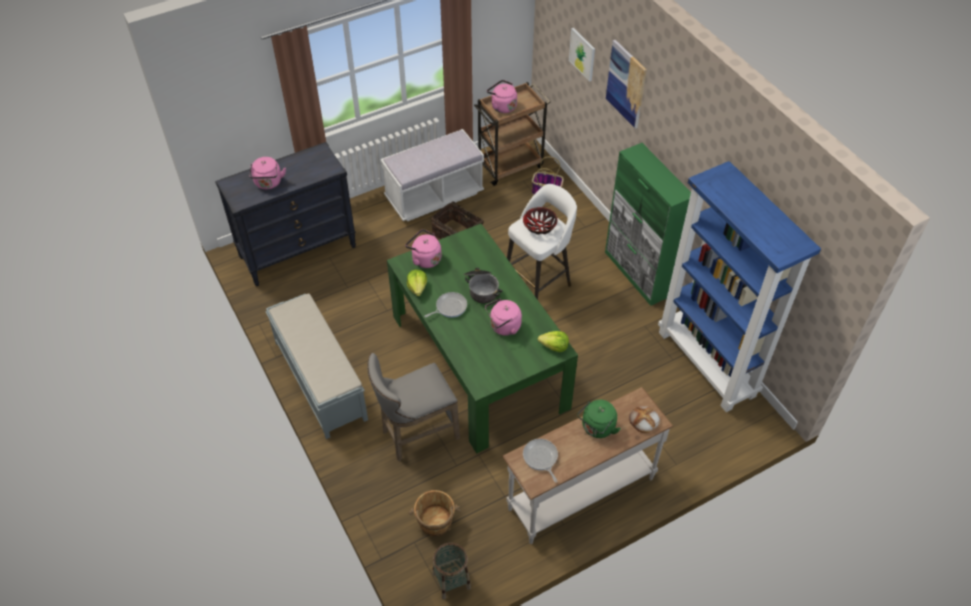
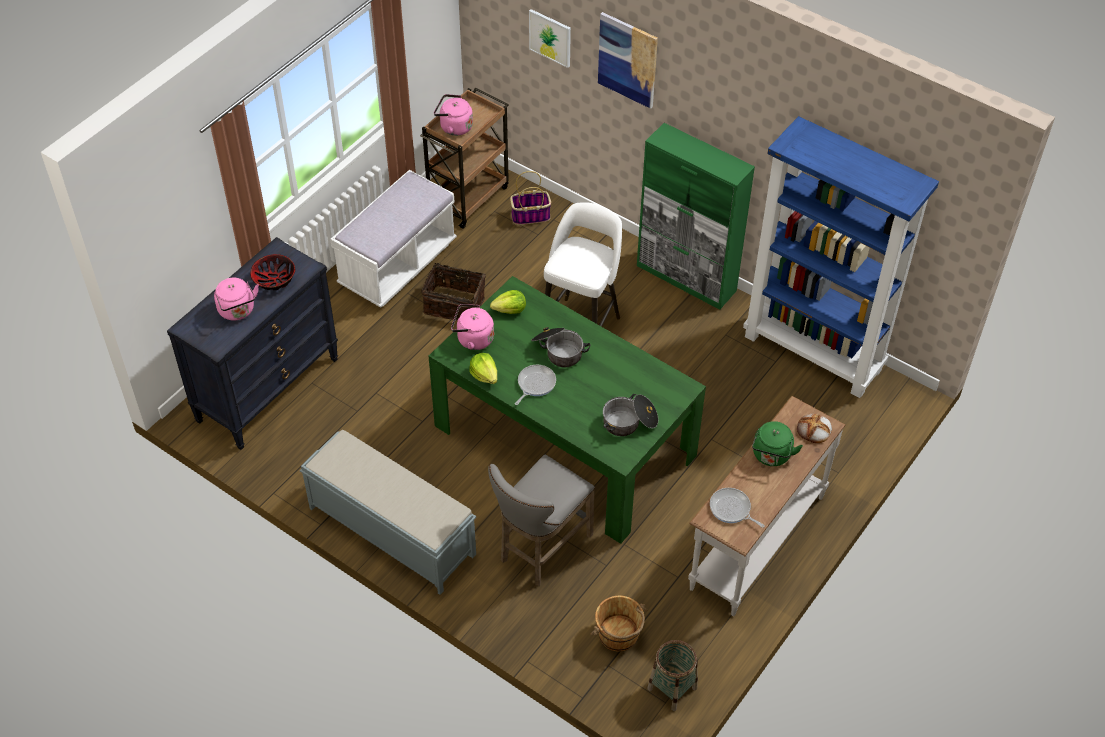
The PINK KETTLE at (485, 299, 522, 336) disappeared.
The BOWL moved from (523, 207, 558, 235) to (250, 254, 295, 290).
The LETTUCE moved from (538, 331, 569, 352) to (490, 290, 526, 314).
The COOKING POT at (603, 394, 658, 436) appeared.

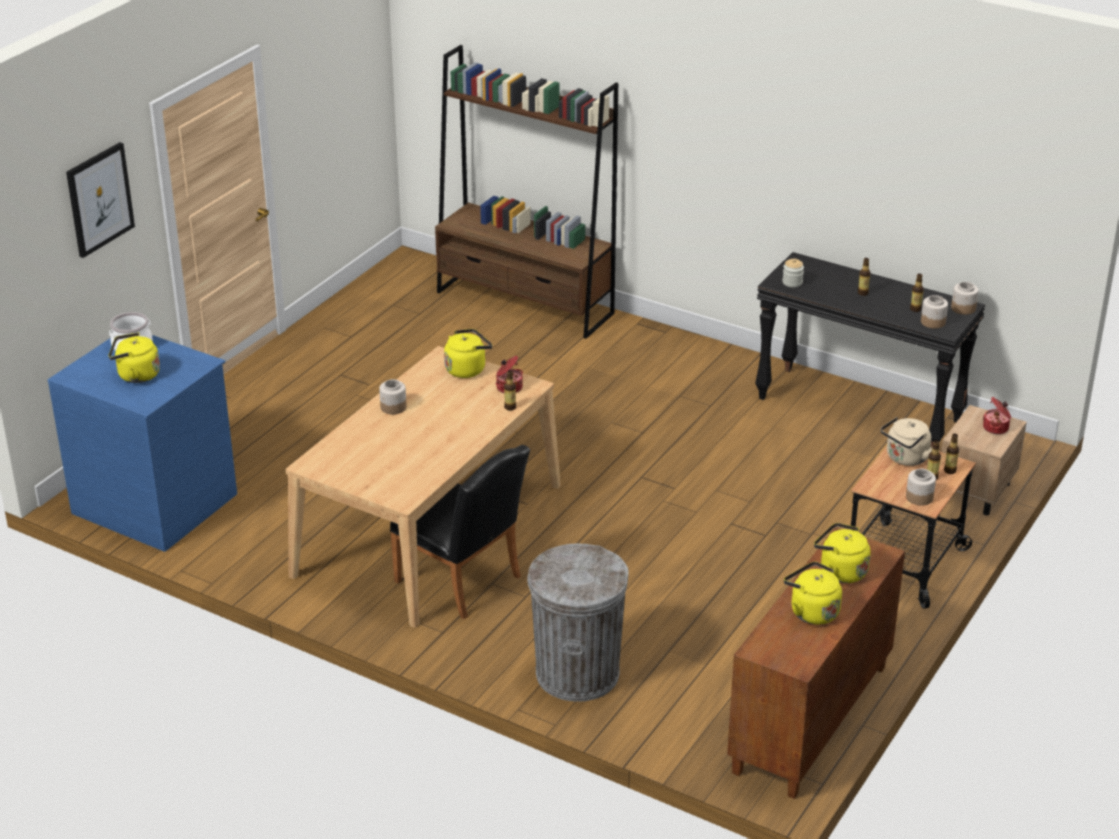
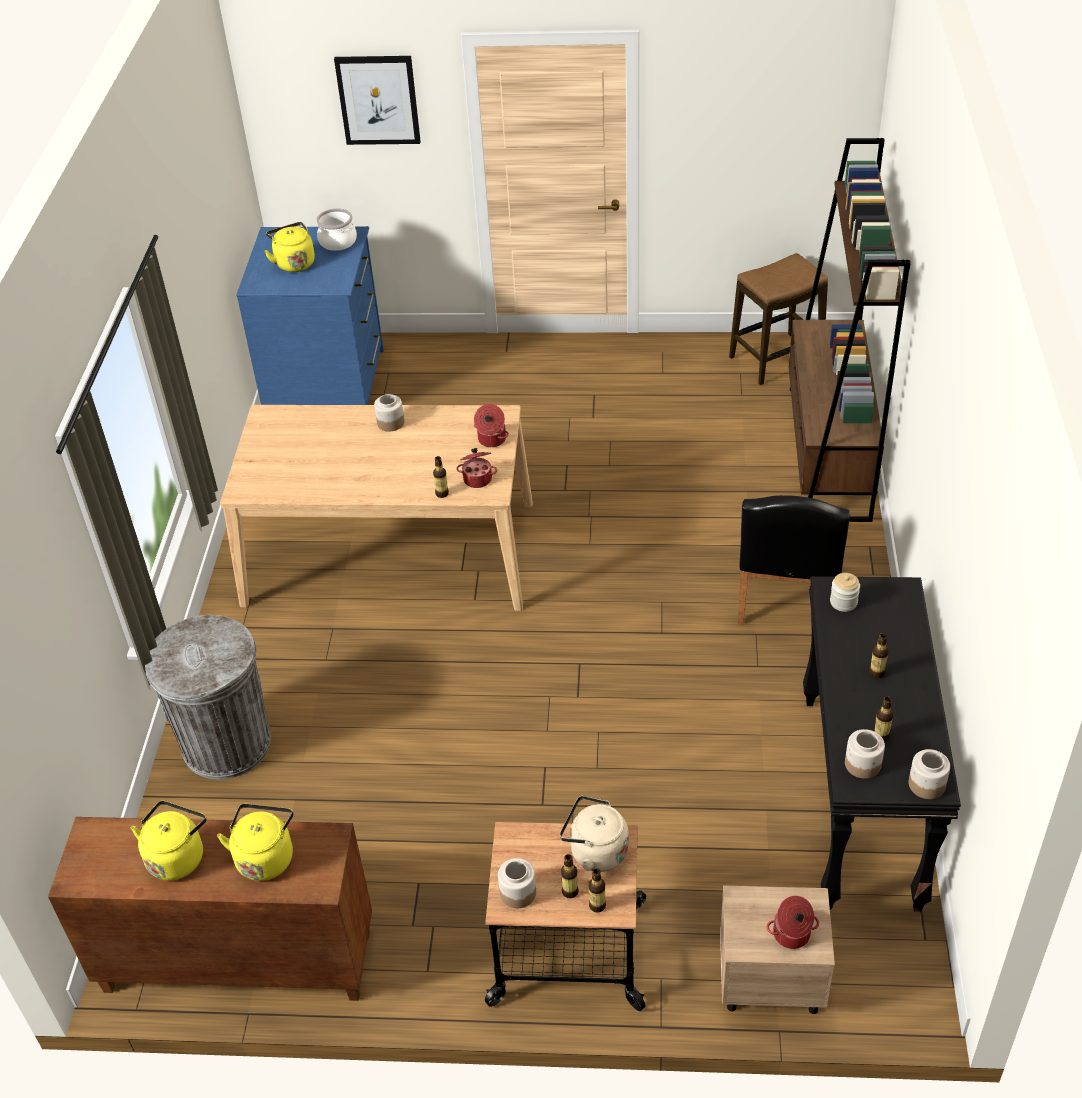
The BLACK CHAIR moved from (390, 445, 530, 619) to (738, 495, 850, 625).
The YELLOW KETTLE at (444, 329, 492, 378) was replaced by the COOKING POT at (474, 404, 509, 447).
The STOOL at (729, 253, 828, 385) appeared.

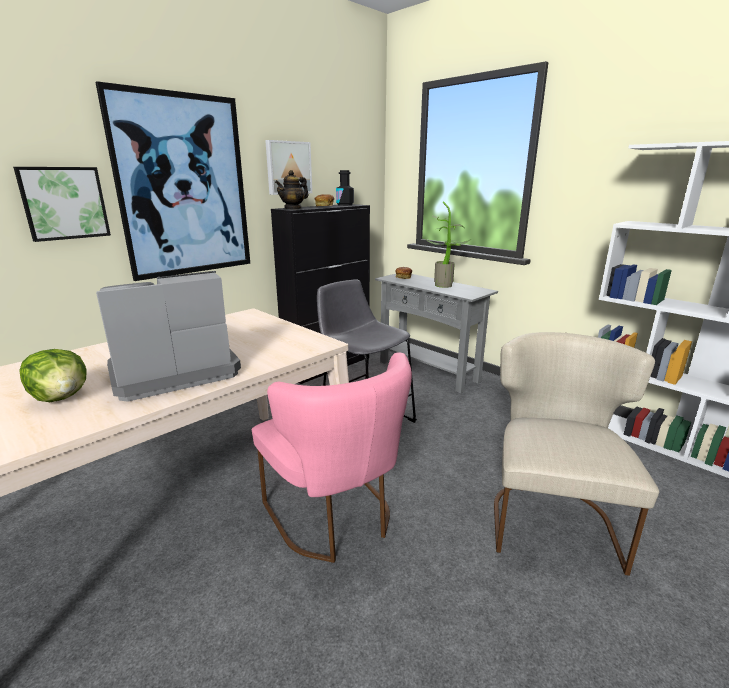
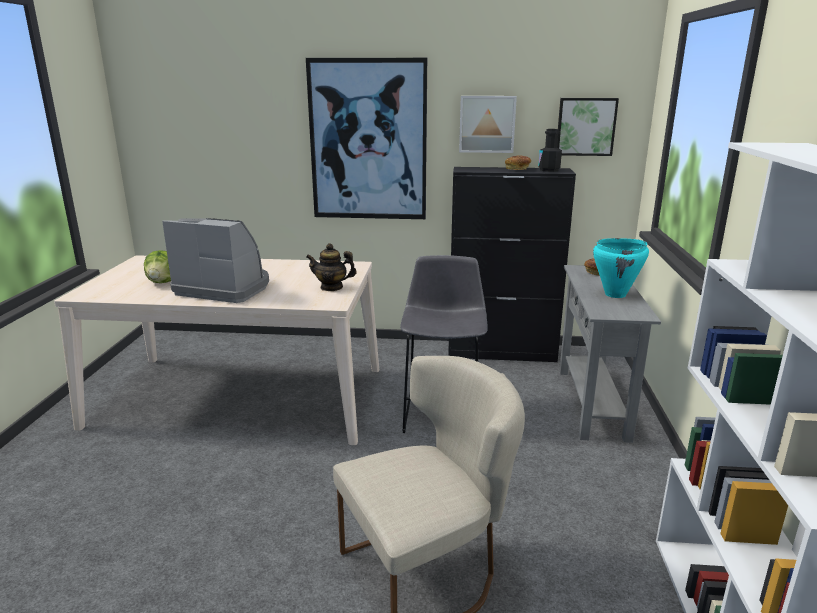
The PICTURE moved from (13, 167, 111, 242) to (557, 98, 619, 156).
The PINK CHAIR at (251, 352, 412, 563) disappeared.
The TEAPOT moved from (275, 170, 309, 209) to (306, 243, 357, 291).
The POTTED PLANT at (426, 202, 471, 288) was replaced by the TURQUOISE COOKING POT at (593, 238, 649, 298).

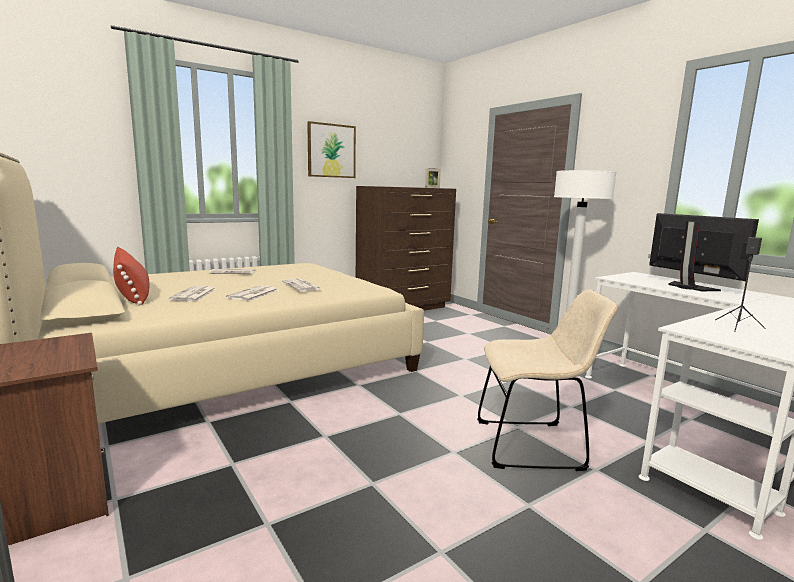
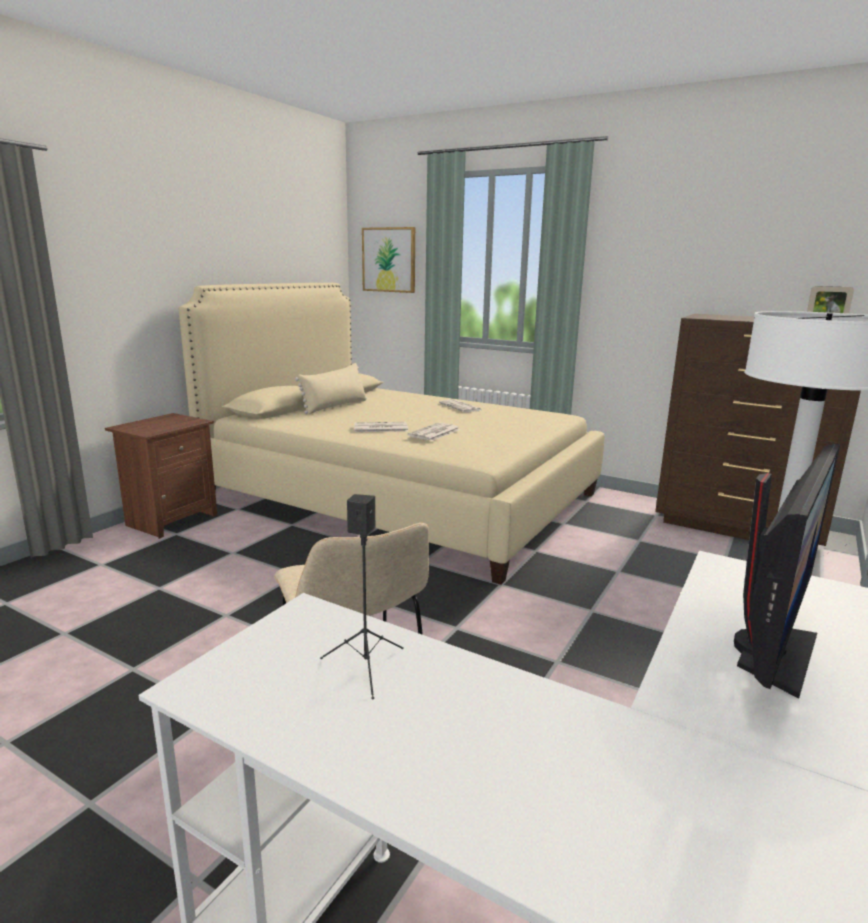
The RED PILLOW at (113, 247, 150, 305) became the BEIGE PILLOW at (295, 363, 367, 414).
The NEWSPAPER at (169, 286, 217, 301) disappeared.
The PICTURE moved from (307, 121, 356, 178) to (362, 227, 415, 293).

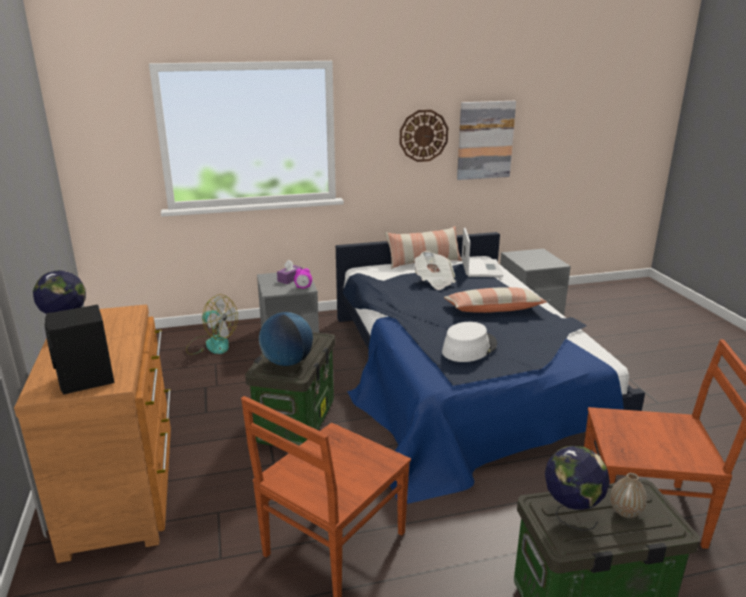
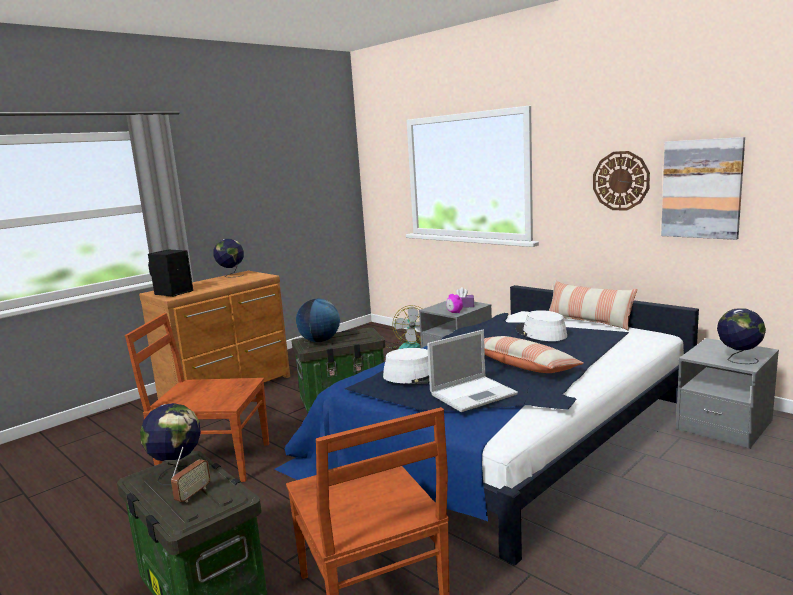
The NEWSPAPER at (414, 251, 456, 290) was replaced by the WHITE HAT at (516, 310, 567, 341).
The LAPTOP moved from (462, 228, 503, 277) to (427, 330, 518, 412).
The VASE at (610, 473, 647, 518) was replaced by the RADIO at (171, 447, 211, 502).
The GLOBE at (717, 308, 766, 364) appeared.

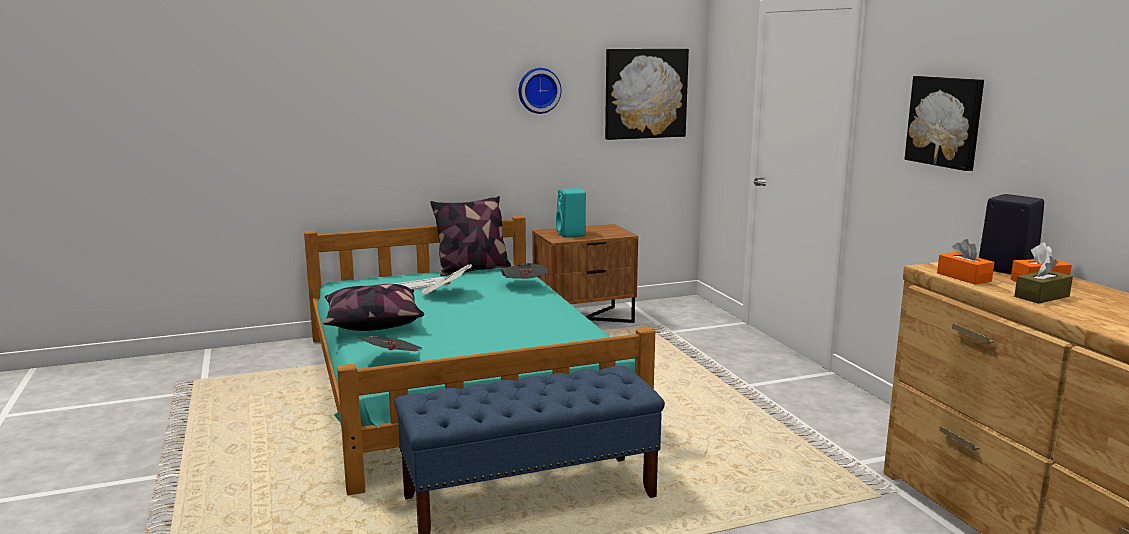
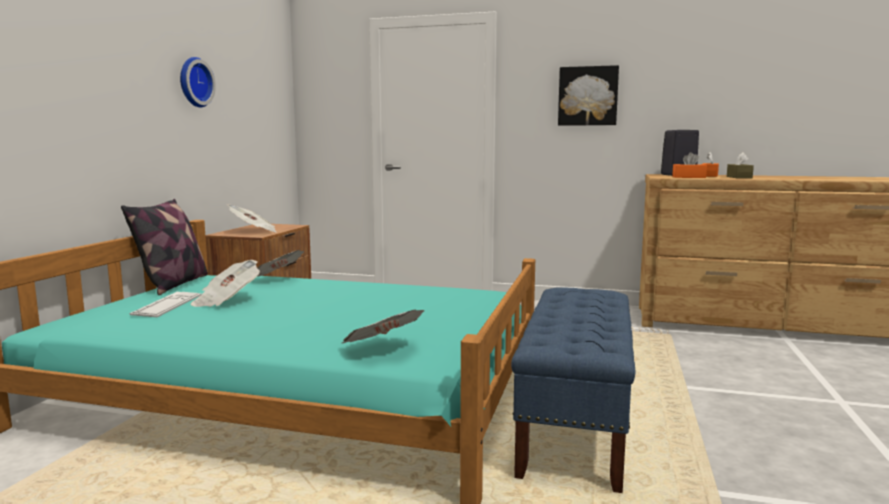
The PILLOW at (323, 284, 424, 331) disappeared.
The TURQUOISE SPEAKER at (556, 188, 586, 237) was replaced by the NEWSPAPER at (227, 204, 276, 232).
The PICTURE at (605, 49, 689, 140) disappeared.

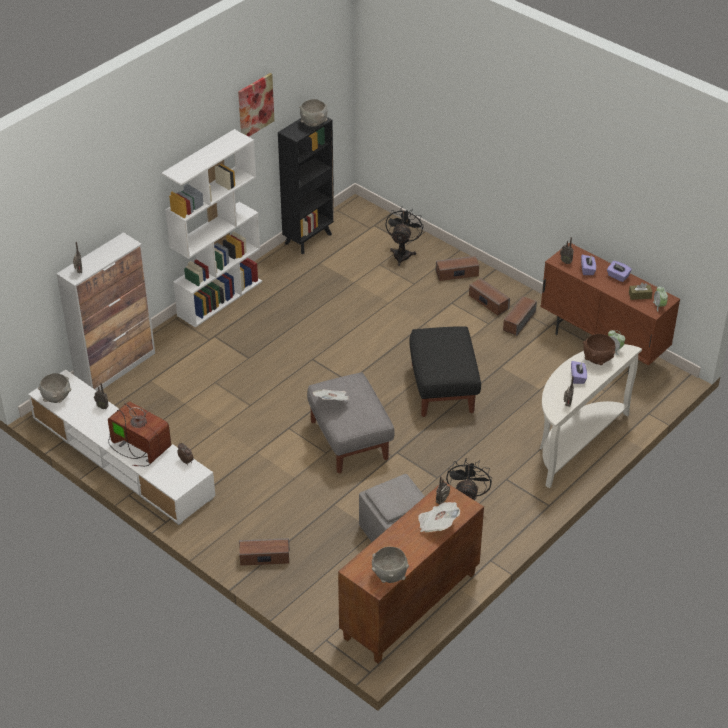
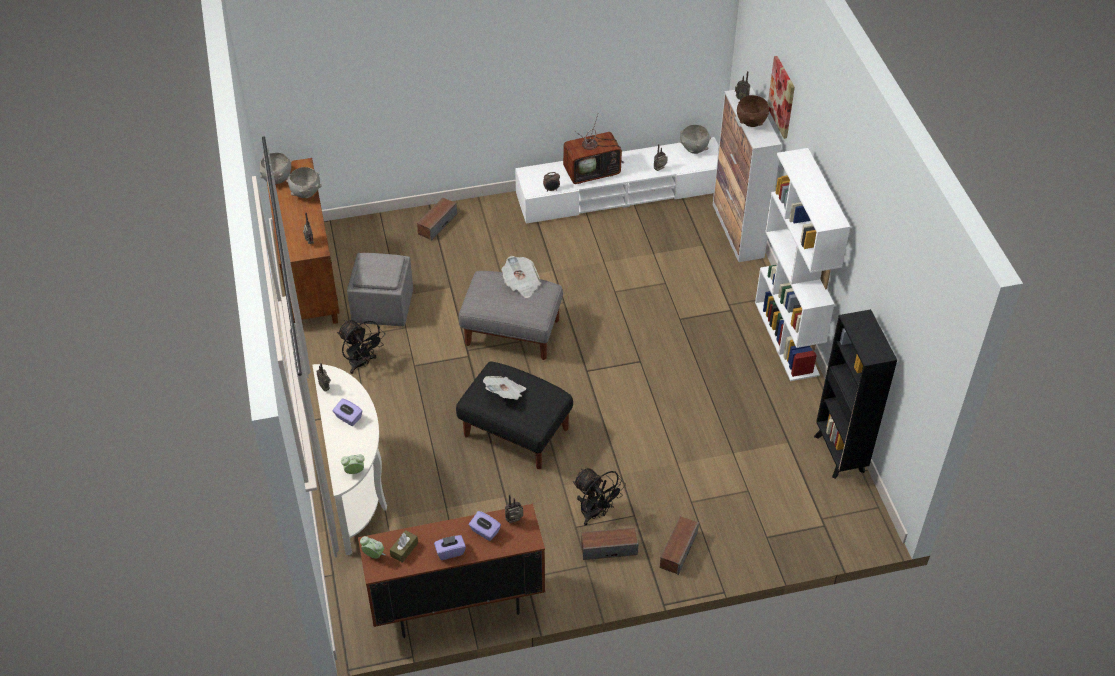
The PICTURE moved from (238, 73, 274, 137) to (768, 56, 795, 139).
The GREY BOWL moved from (299, 99, 328, 127) to (286, 167, 321, 198).
The BLACK FAN moved from (385, 206, 424, 266) to (573, 468, 626, 526).
The NEWSPAPER moved from (418, 502, 460, 532) to (483, 376, 526, 400).
The SPEAKER at (503, 296, 537, 336) disappeared.
The BROWN BOWL moved from (583, 334, 615, 365) to (737, 95, 769, 127).

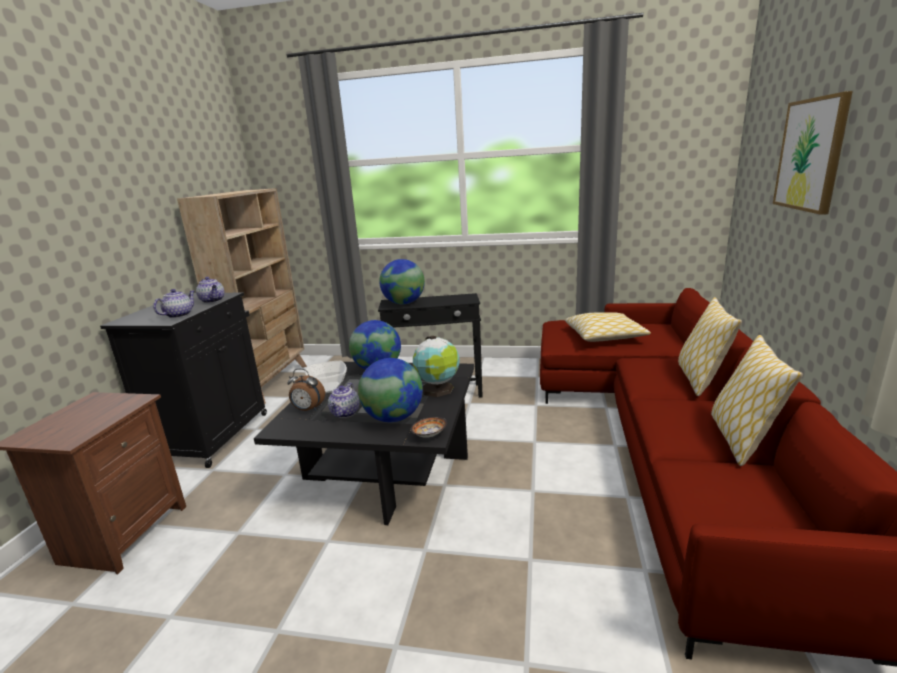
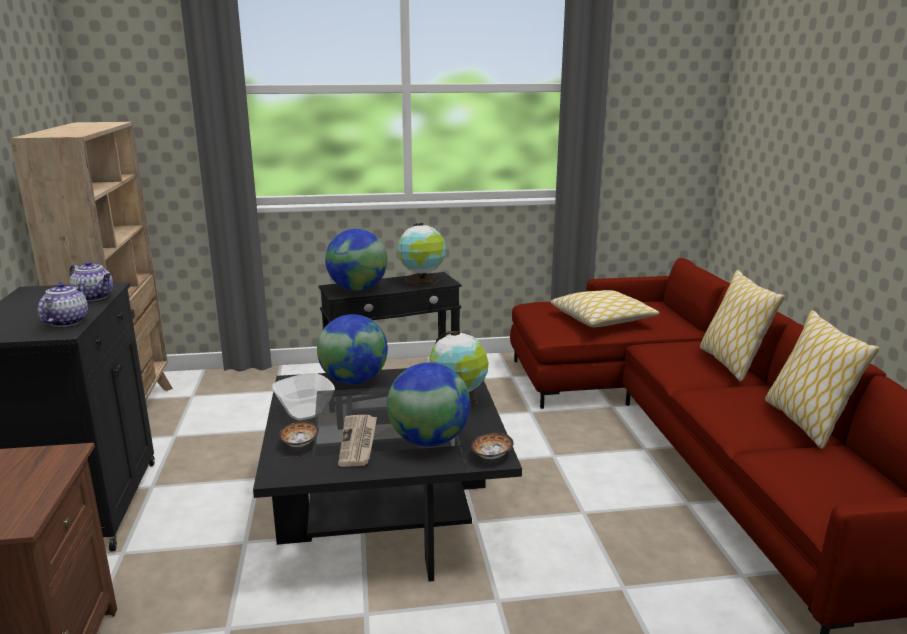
The ALARM CLOCK at (287, 369, 325, 411) was replaced by the BOWL at (279, 421, 319, 447).
The TEAPOT at (328, 382, 360, 418) was replaced by the NEWSPAPER at (338, 415, 377, 467).
The PICTURE at (773, 91, 853, 215) disappeared.
The GLOBE at (397, 223, 446, 286) appeared.

